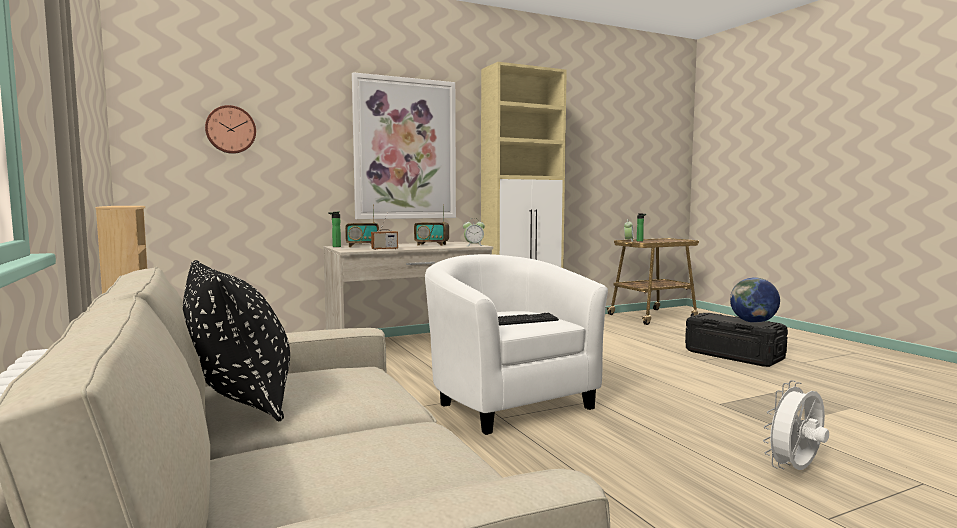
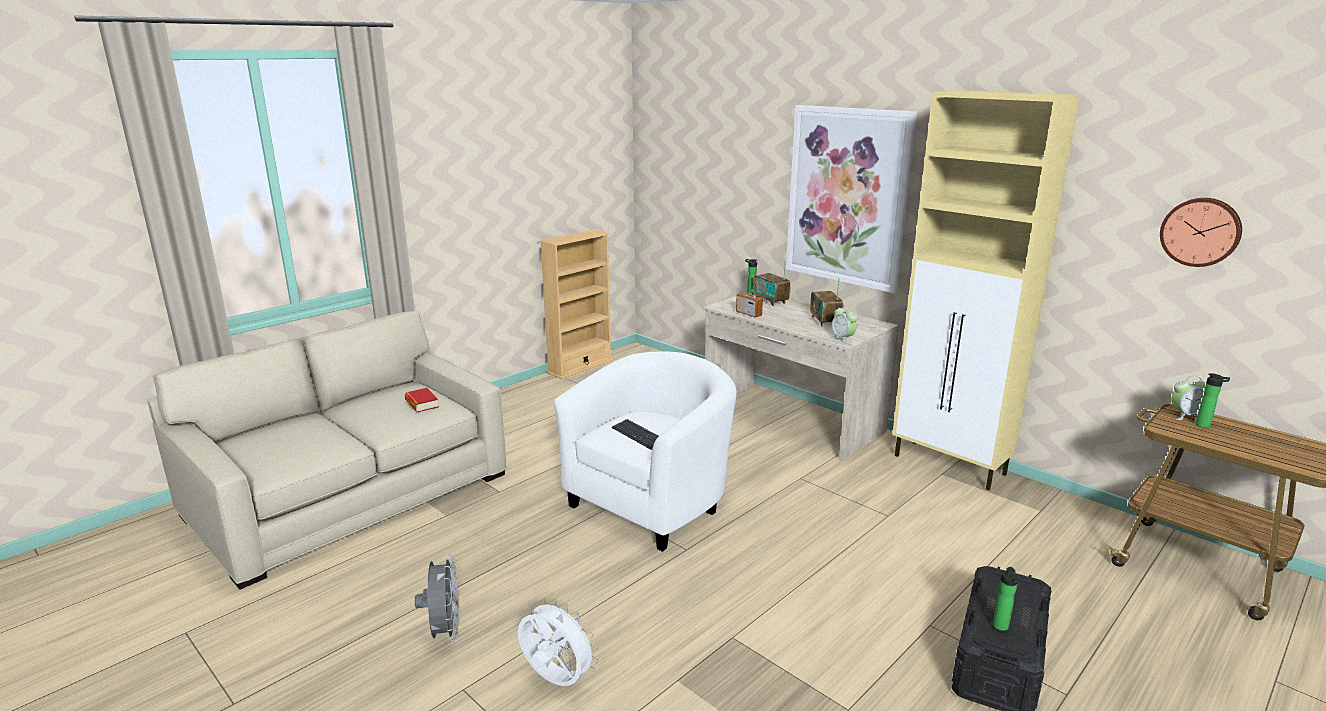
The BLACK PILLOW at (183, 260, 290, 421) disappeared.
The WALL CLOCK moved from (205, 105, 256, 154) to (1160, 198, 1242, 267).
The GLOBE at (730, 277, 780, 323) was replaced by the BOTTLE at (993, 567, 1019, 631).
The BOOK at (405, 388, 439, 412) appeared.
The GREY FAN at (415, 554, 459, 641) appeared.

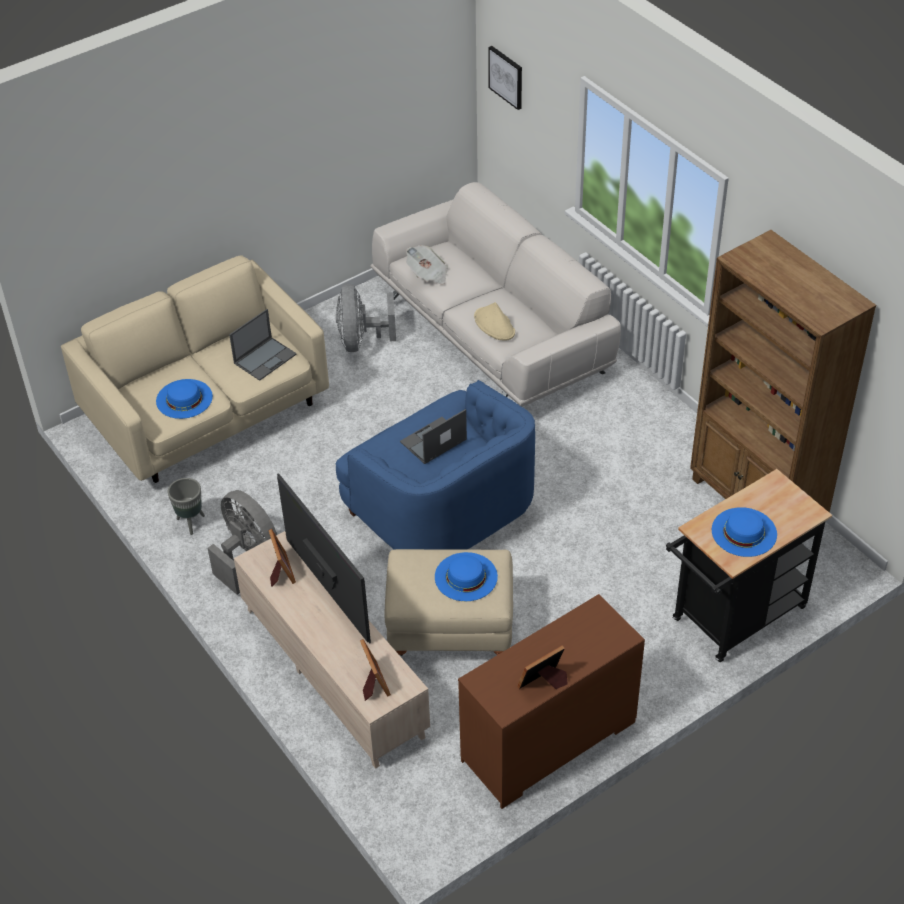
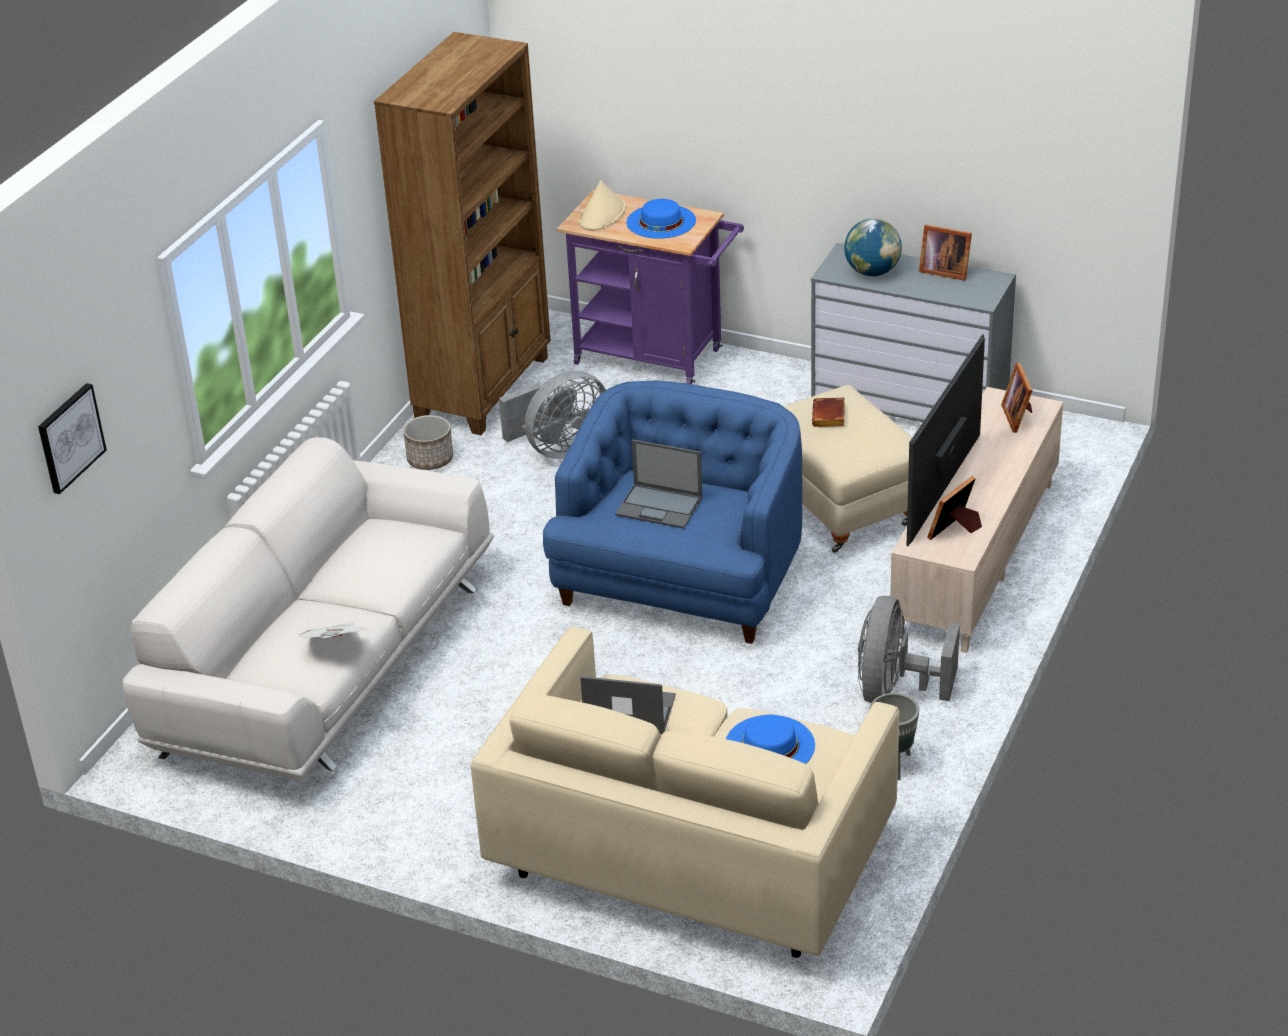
The GREY FAN moved from (336, 284, 396, 352) to (499, 371, 606, 459).
The PICTURE FRAME at (360, 639, 391, 701) turned 45 degrees counterclockwise.
The BLUE HAT at (435, 552, 498, 601) was replaced by the BROWN BOOK at (812, 397, 845, 427).
The BROWN DRESSER at (458, 594, 645, 809) became the GREY DRESSER at (811, 243, 1016, 422).
The BEIGE HAT moved from (474, 302, 515, 341) to (578, 180, 626, 231).
The BLACK CART at (666, 469, 832, 662) became the PURPLE CART at (557, 190, 744, 384).
The PLANTER at (403, 415, 453, 470) appeared.
The GLOBE at (844, 219, 902, 276) appeared.

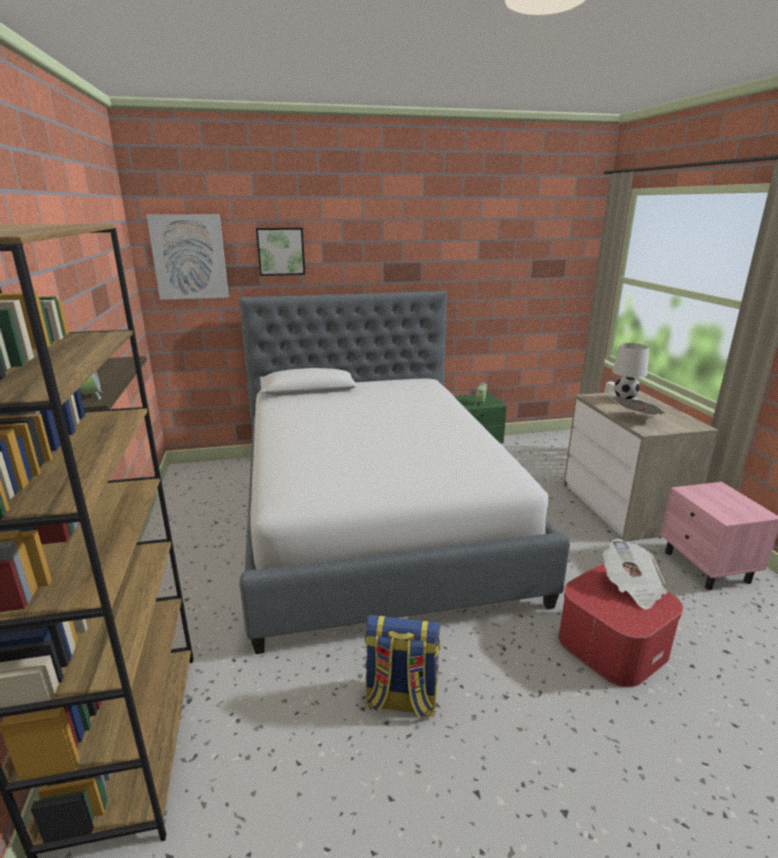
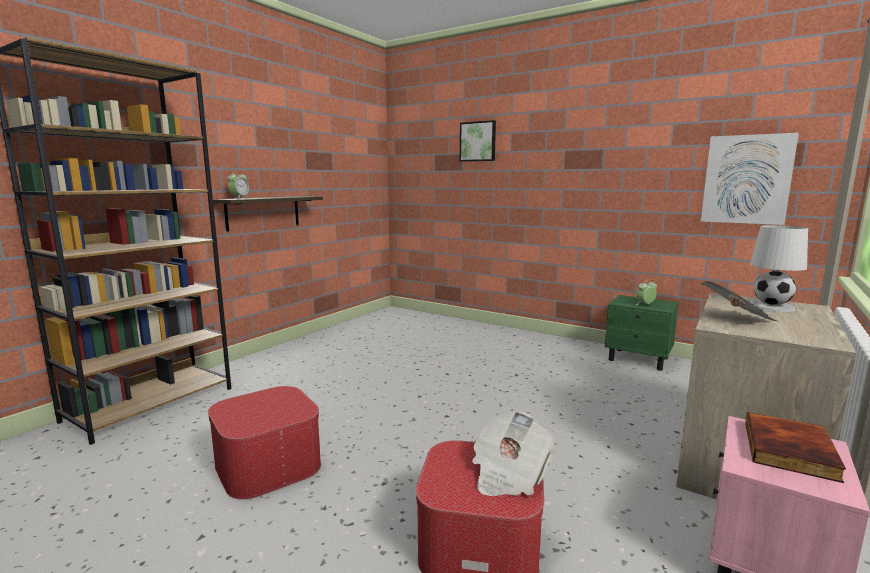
The PICTURE moved from (147, 214, 229, 300) to (701, 133, 799, 225).
The BED at (239, 291, 570, 654) disappeared.
The BACKPACK at (365, 615, 441, 719) was replaced by the OTTOMAN at (208, 386, 321, 500).
The BOOK at (745, 412, 846, 483) appeared.

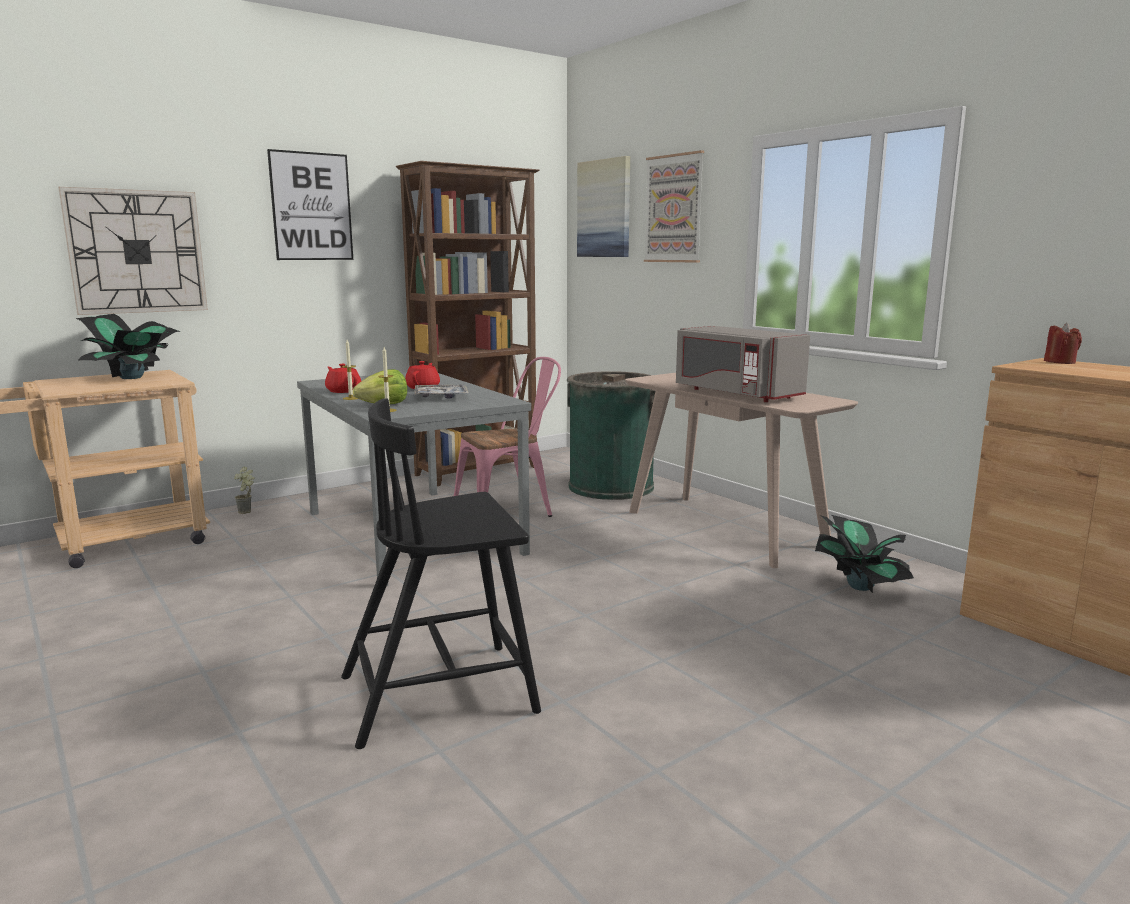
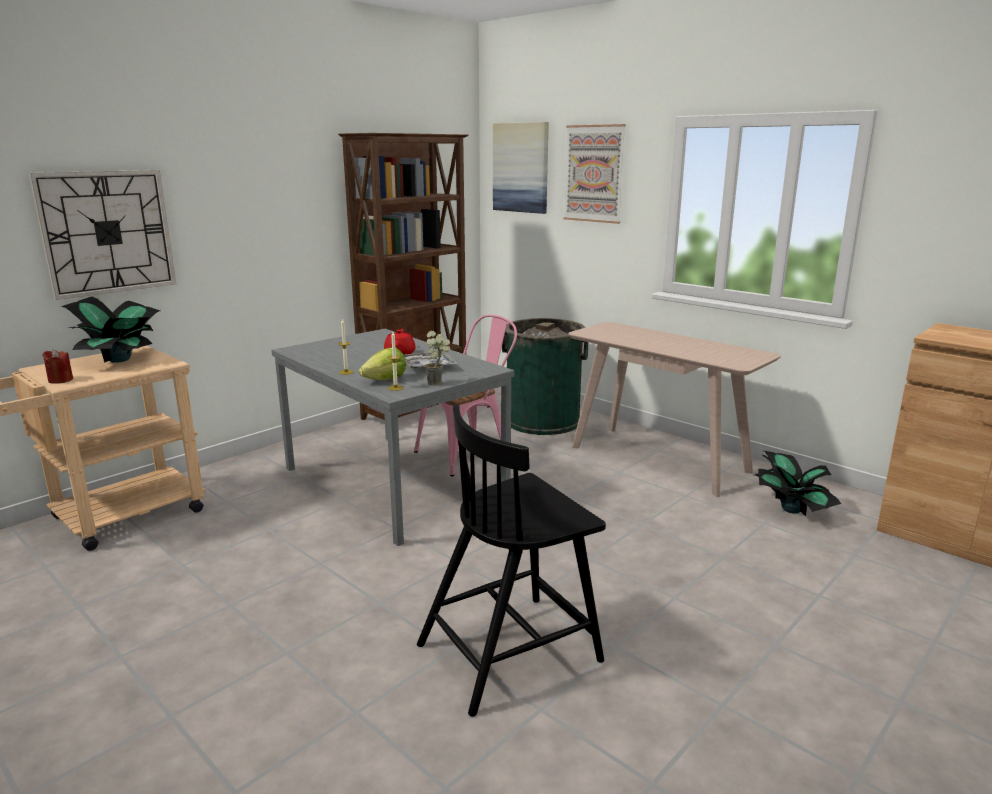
The POTTED PLANT moved from (234, 466, 255, 514) to (425, 331, 451, 386).
The PICTURE at (267, 149, 353, 260) disappeared.
The RED TEAPOT at (325, 364, 361, 393) disappeared.
The GREY MICROWAVE at (676, 326, 810, 402) disappeared.
The RED CANDLE moved from (1044, 323, 1082, 364) to (42, 349, 73, 384).

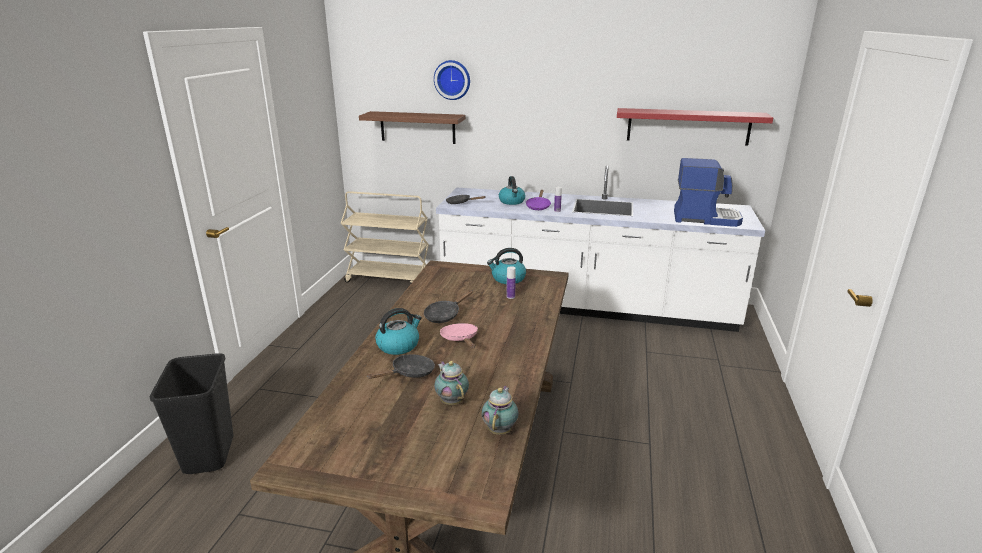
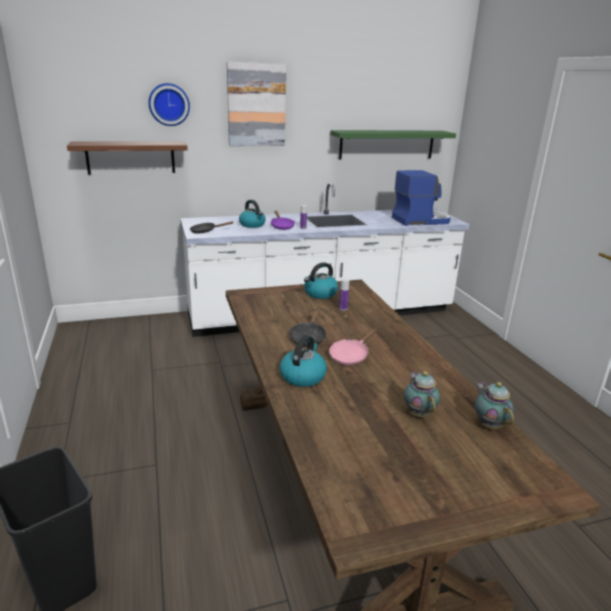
The BEIGE CART at (341, 191, 429, 283) disappeared.
The BLACK FRYING PAN at (367, 354, 435, 379) disappeared.
The TEAPOT at (434, 361, 469, 405) turned 45 degrees clockwise.
The PINK FRYING PAN at (440, 323, 478, 349) turned 90 degrees counterclockwise.
The RED SHELF at (617, 108, 773, 145) became the GREEN SHELF at (331, 130, 456, 160).
The PICTURE at (227, 62, 286, 146) appeared.

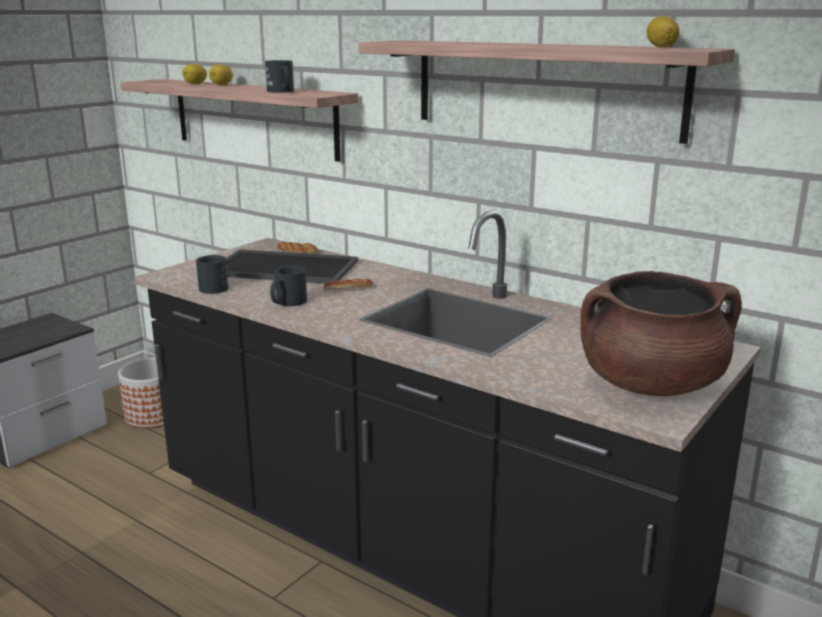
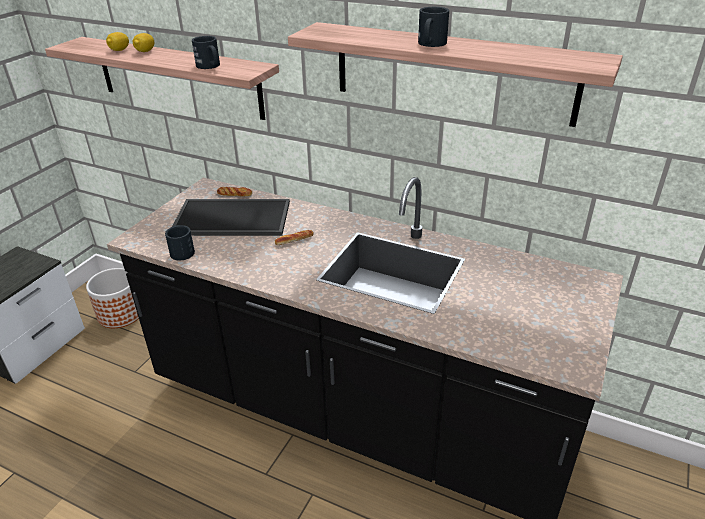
The BLACK MUG moved from (270, 266, 307, 306) to (418, 7, 449, 47).
The BROWN COOKING POT at (581, 271, 742, 396) disappeared.
The LEMON at (647, 16, 680, 48) disappeared.

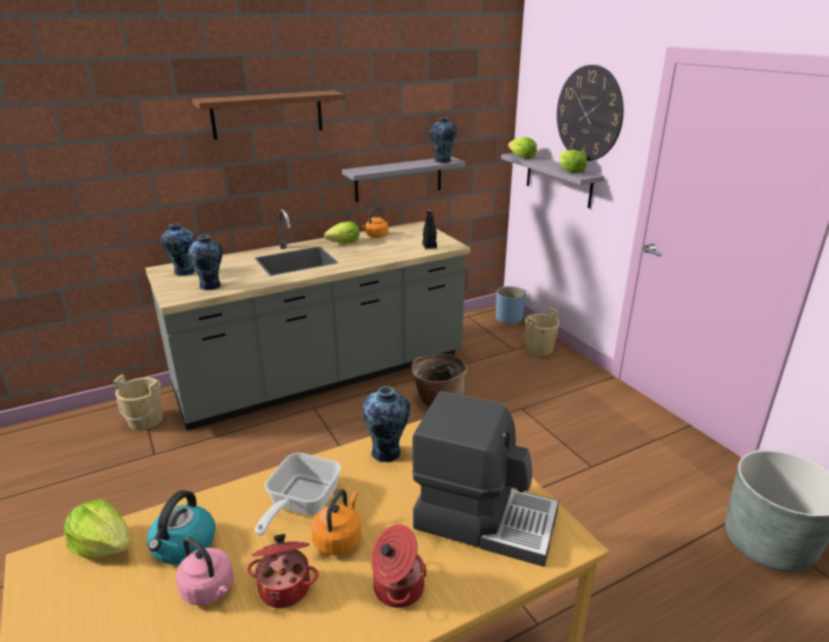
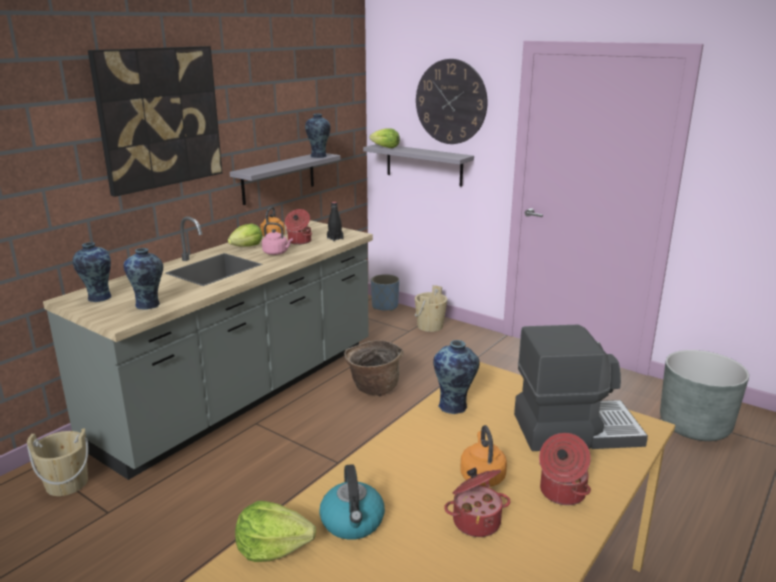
The PINK KETTLE moved from (176, 537, 234, 606) to (262, 222, 293, 255).
The BROWN SHELF at (192, 90, 345, 140) was replaced by the PICTURE at (88, 46, 222, 197).
The FRYING PAN at (255, 453, 341, 536) disappeared.
The LETTUCE at (559, 150, 587, 173) disappeared.
The COOKING POT at (285, 209, 312, 245) appeared.

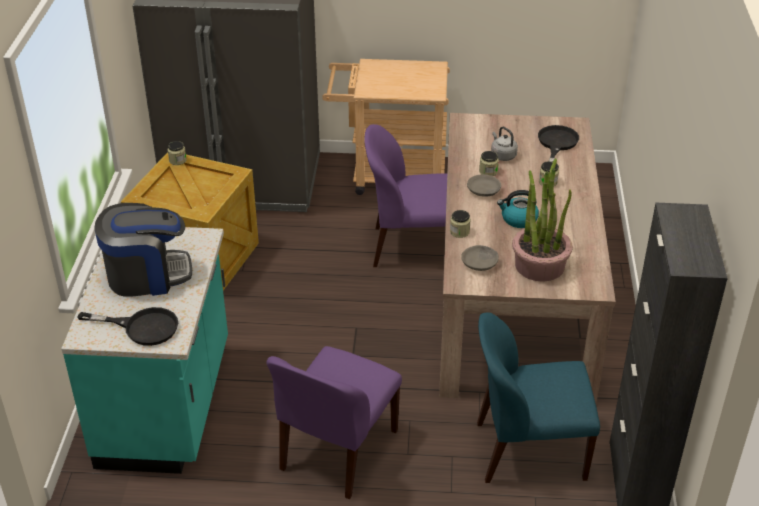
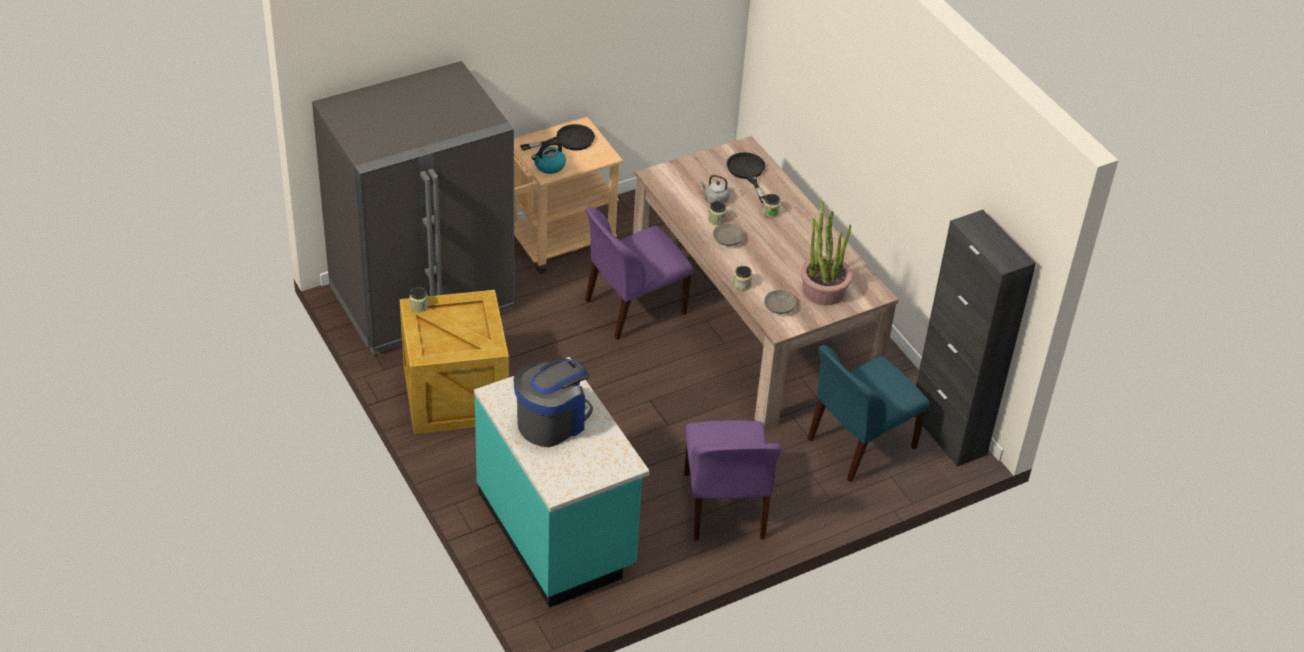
The BLACK FRYING PAN moved from (77, 307, 178, 346) to (520, 124, 595, 151).
The KETTLE moved from (497, 190, 539, 228) to (532, 141, 566, 174).

